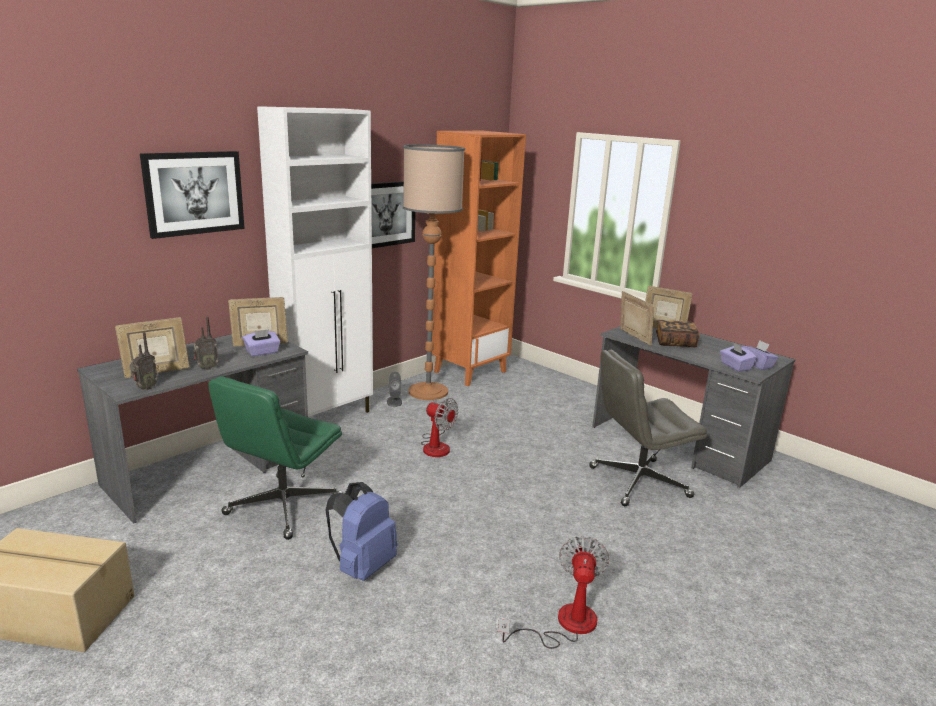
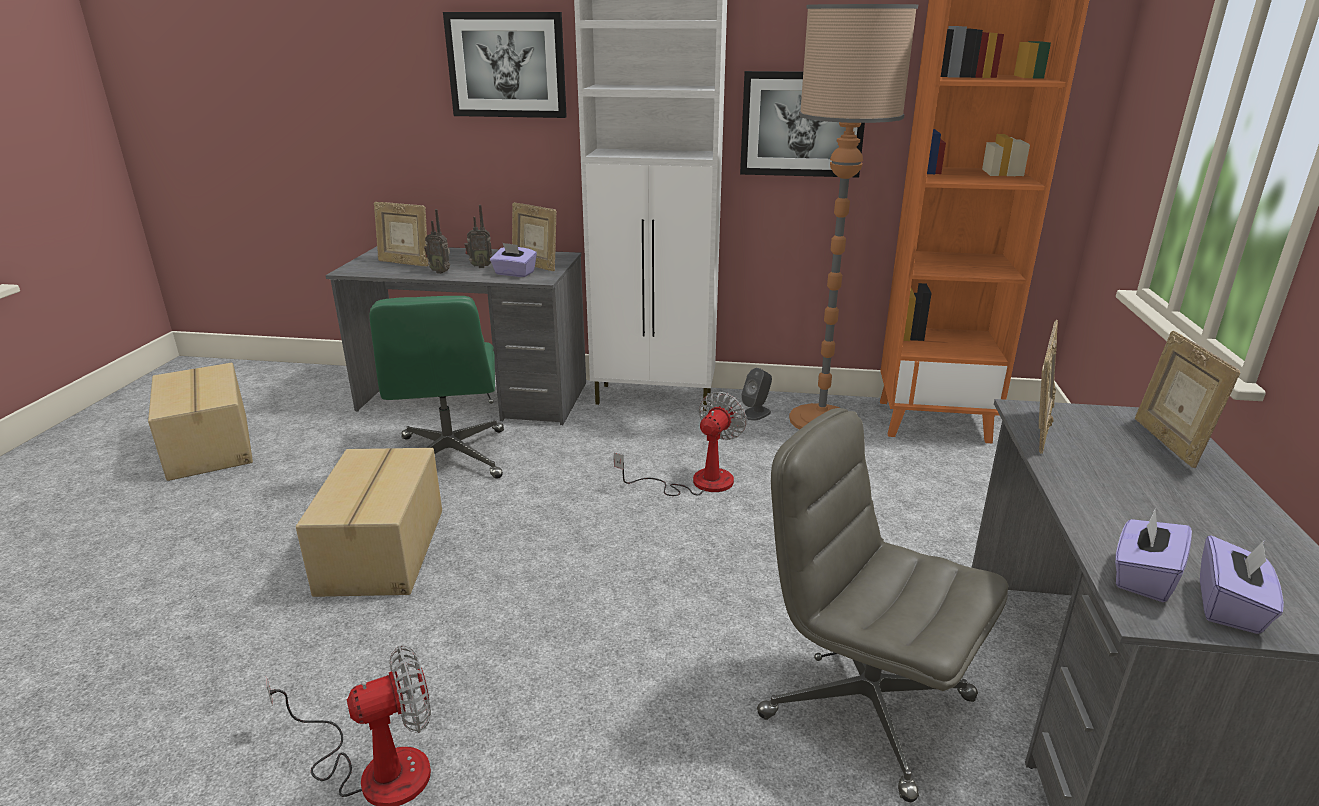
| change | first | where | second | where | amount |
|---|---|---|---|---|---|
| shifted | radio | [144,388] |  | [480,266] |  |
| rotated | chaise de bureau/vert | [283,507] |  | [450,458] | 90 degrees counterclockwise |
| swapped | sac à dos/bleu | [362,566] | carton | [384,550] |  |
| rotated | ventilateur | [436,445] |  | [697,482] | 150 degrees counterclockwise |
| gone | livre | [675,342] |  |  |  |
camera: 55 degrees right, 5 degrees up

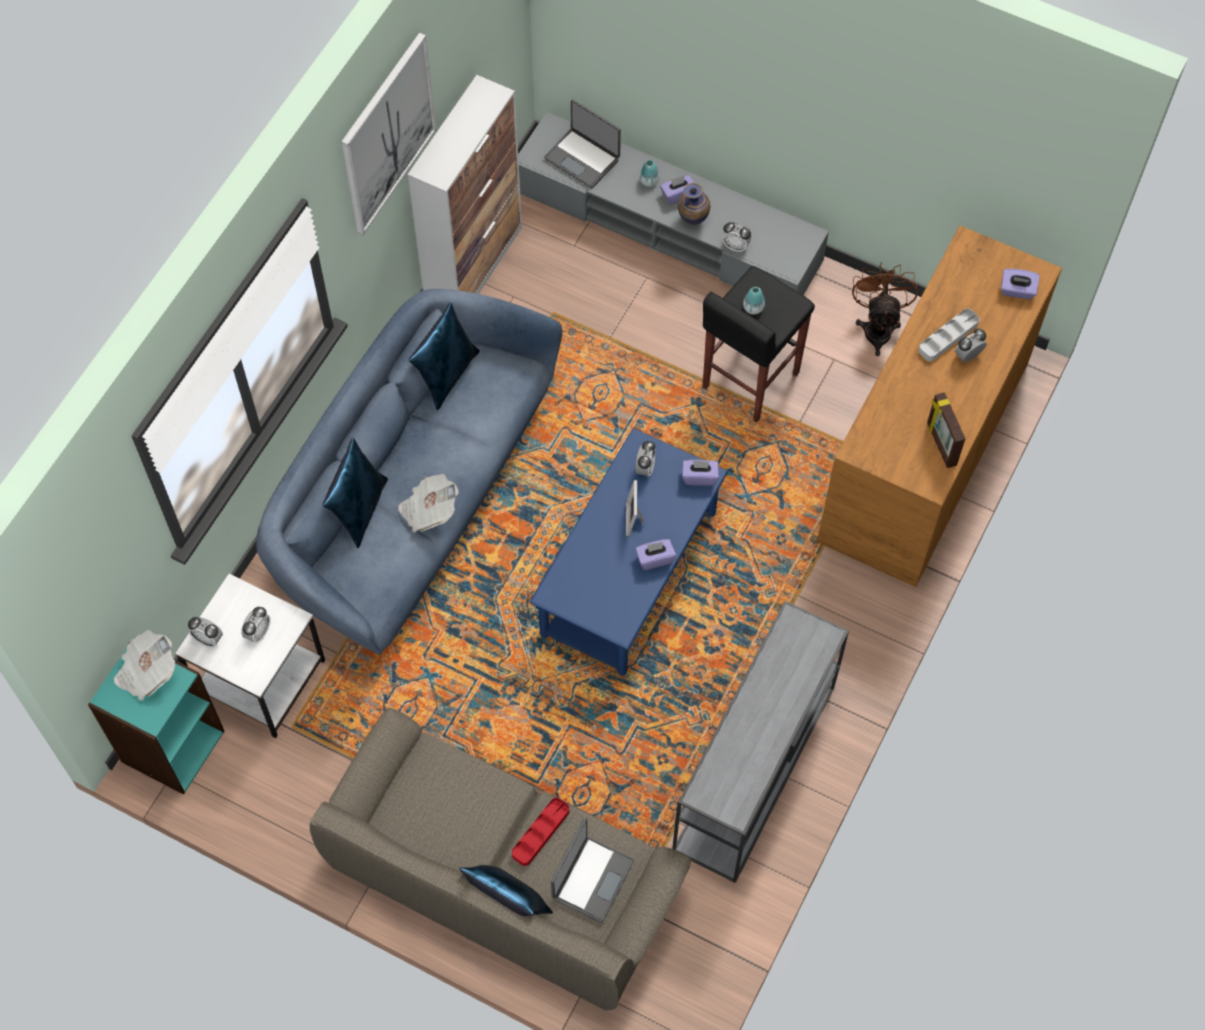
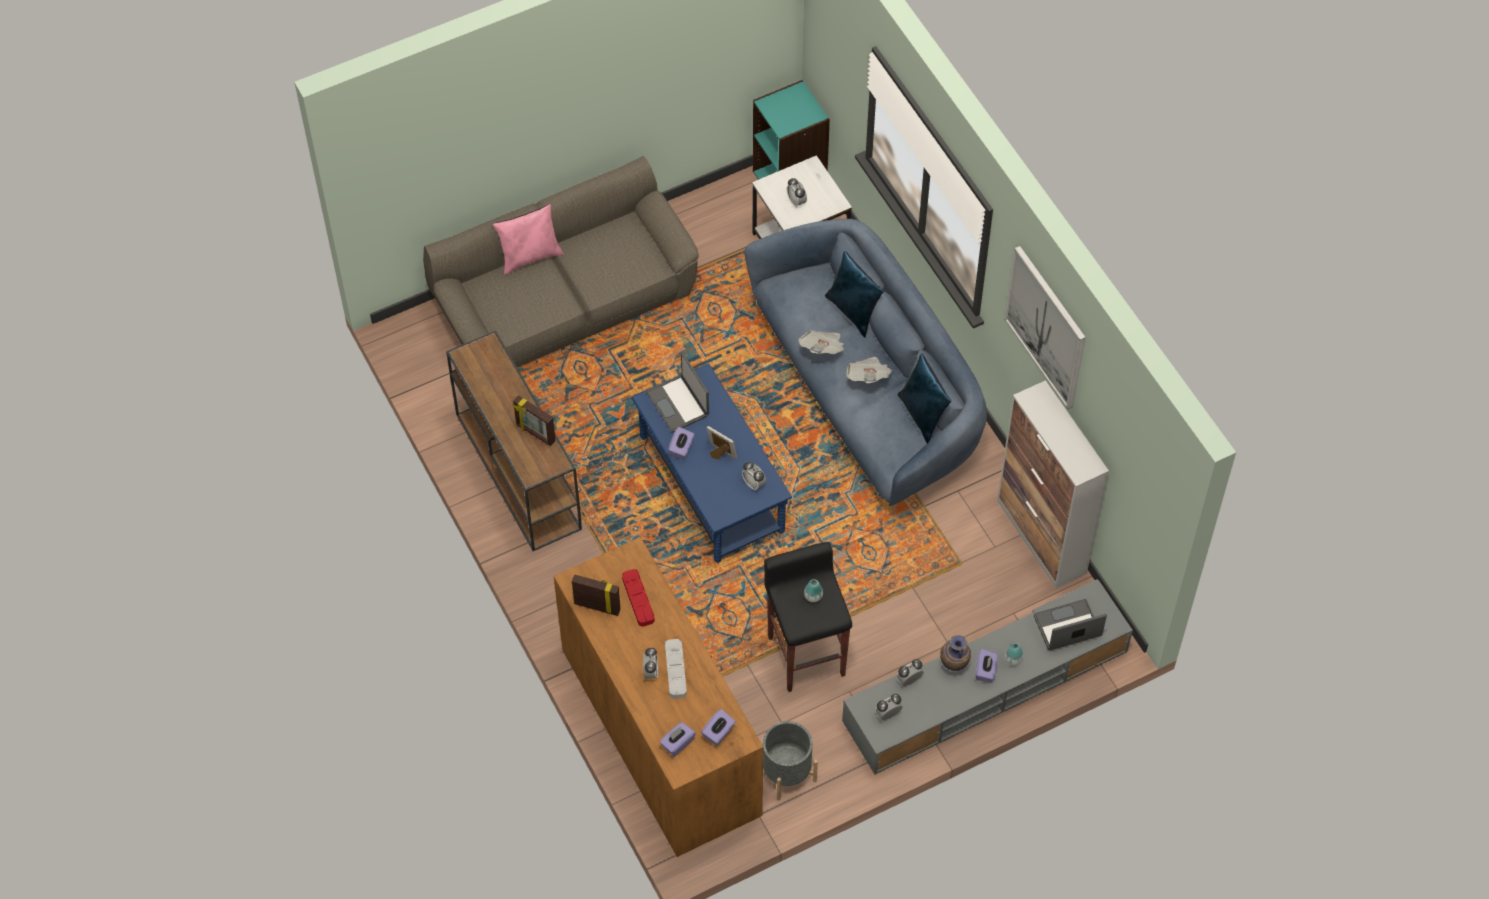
| change | first | where | second | where | amount |
|---|---|---|---|---|---|
| shifted | journal | [147,672] |  | [868,377] |  |
| shifted | réveil | [208,639] |  | [888,714] |  |
| repainted | coussin/bleu | [506,902] | coussin/rose | [530,256] |  |
| shifted | plateau/rouge | [540,833] |  | [638,599] |  |
| shifted | ordinateur portable | [591,878] |  | [679,404] |  |
| repainted | table console/gris | [754,770] | table console/marron | [517,470] |  |
| shifted | boîte à mouchoirs/violet | [699,477] |  | [718,732] |  |
| swapped | ventilateur/marron | [878,327] | cache-pot/gris | [786,772] |  |
| new |  |  | cadre photo | [535,433] |  |
camera: 125 degrees right, 5 degrees down

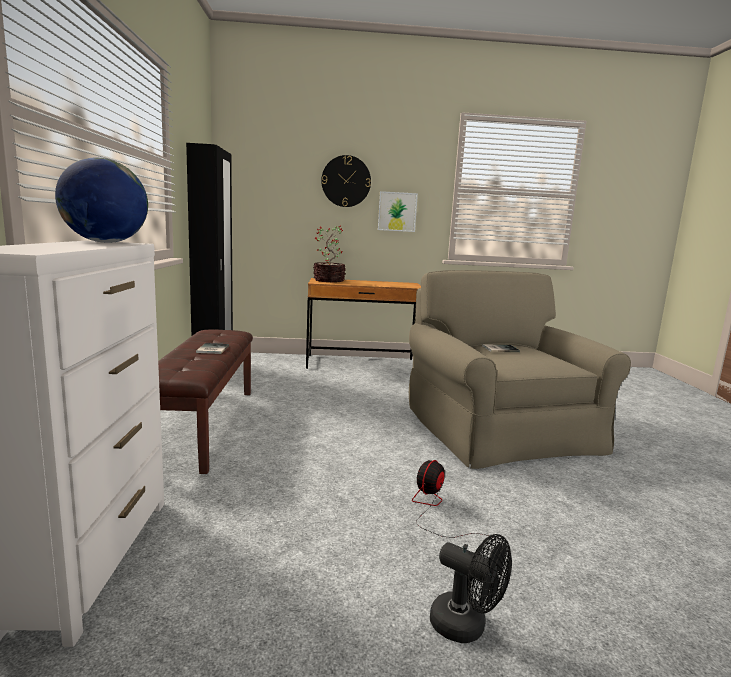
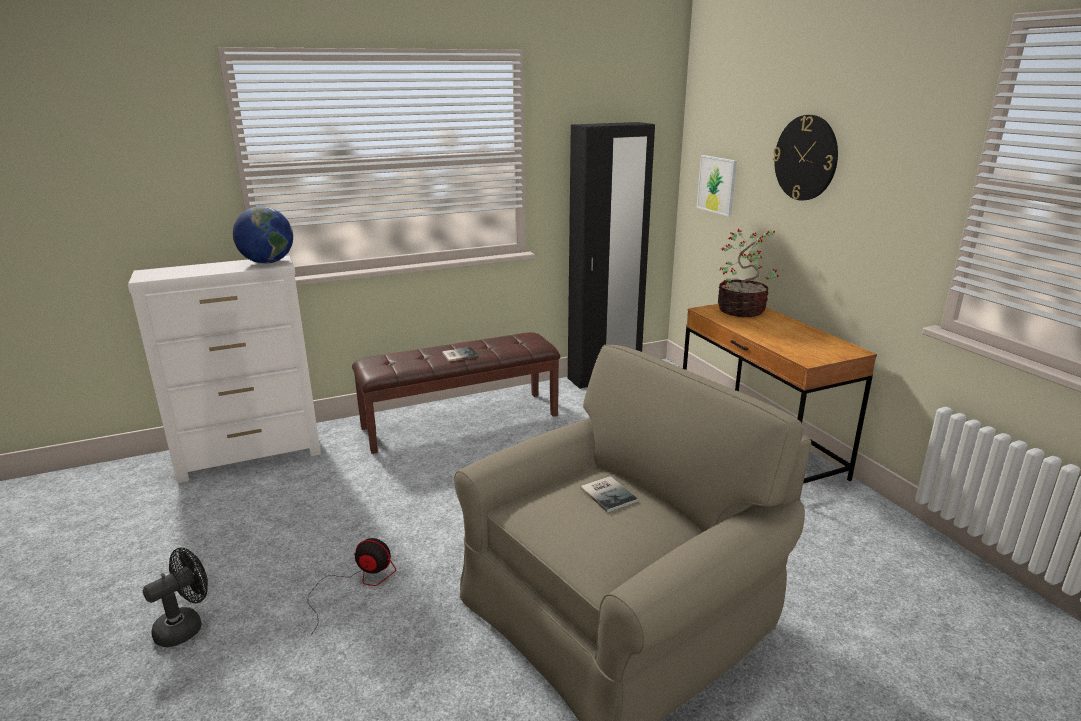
| change | first | where | second | where | amount |
|---|---|---|---|---|---|
| shifted | tableau | [397,211] |  | [717,185] |  |
| rotated | ventilateur/noir | [466,626] |  | [186,626] | 150 degrees counterclockwise |
camera: 70 degrees right, 10 degrees up

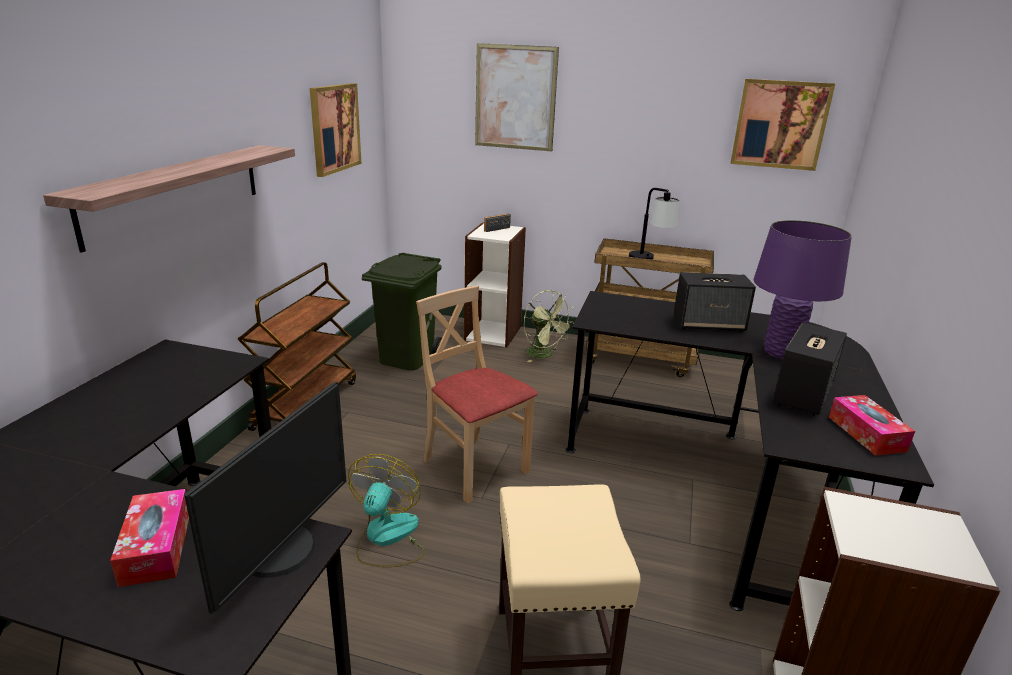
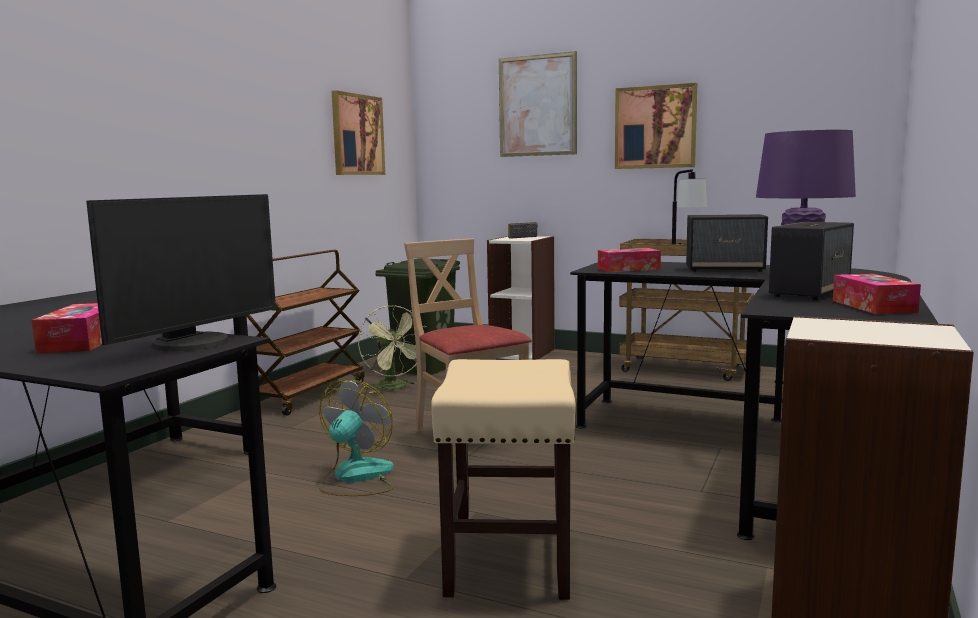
| change | first | where | second | where | amount |
|---|---|---|---|---|---|
| gone | étagère | [176,192] |  |  |  |
| shifted | ventilateur/vert | [544,355] |  | [395,388] |  |
| shifted | tableau | [780,124] |  | [655,127] |  |
| new |  |  | boîte à mouchoirs | [628,269] |  |
camera: 10 degrees right, 15 degrees down

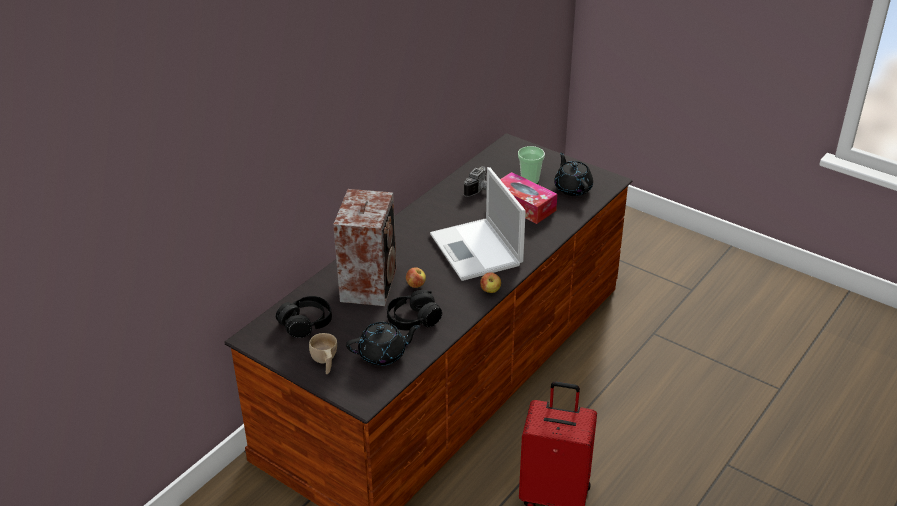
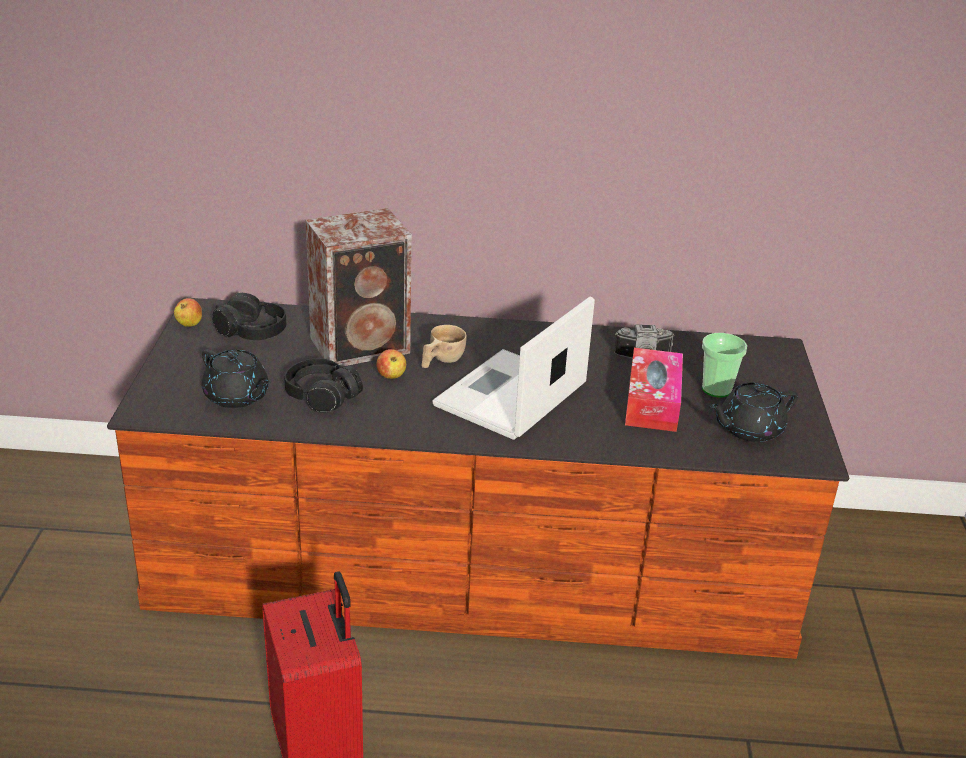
| change | first | where | second | where | amount |
|---|---|---|---|---|---|
| shifted | tasse/beige | [325,362] |  | [441,361] |  |
| shifted | pomme | [490,290] |  | [189,324] |  |
| rotated | théière/noir | [572,188] |  | [749,429] | 150 degrees counterclockwise |
camera: 55 degrees right, 5 degrees down

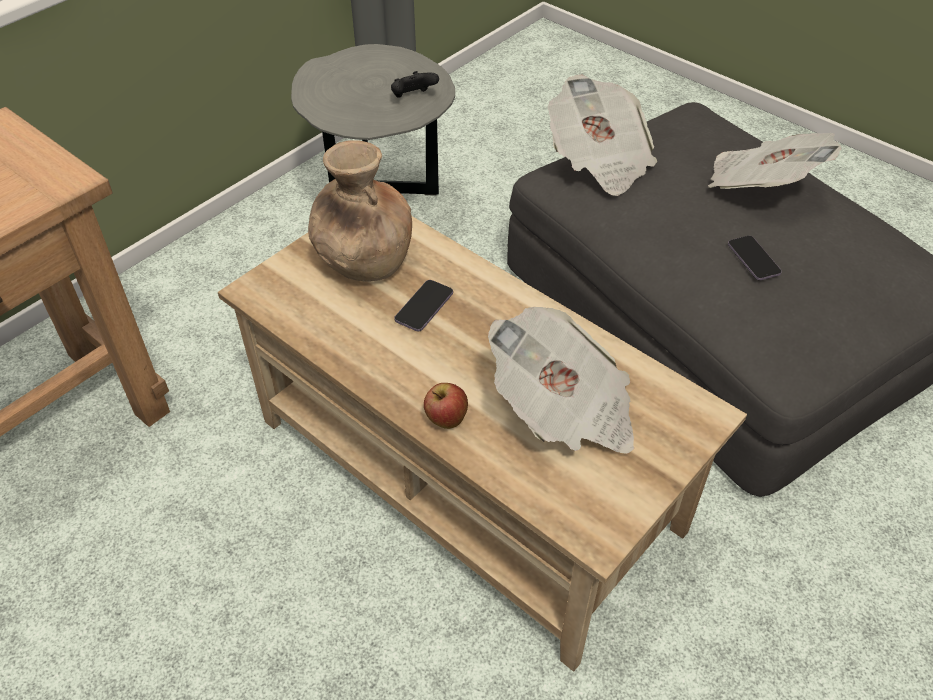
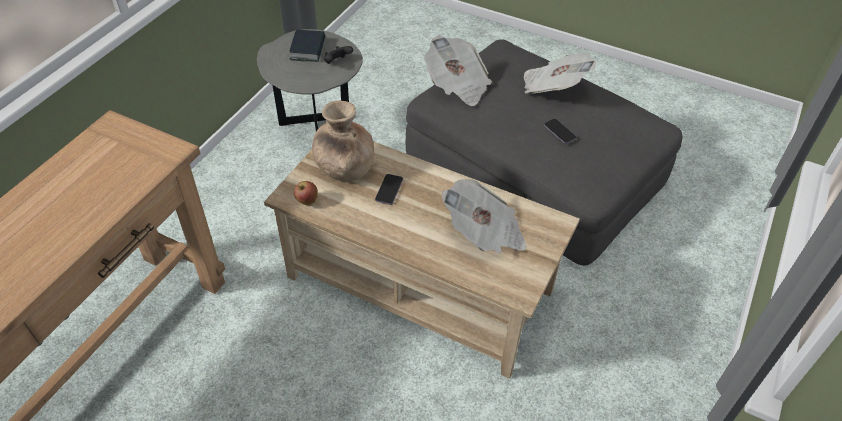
| change | first | where | second | where | amount |
|---|---|---|---|---|---|
| shifted | pomme | [446,420] |  | [307,201] |  |
| new |  |  | livre | [308,49] |  |
camera: 15 degrees left, 0 degrees up

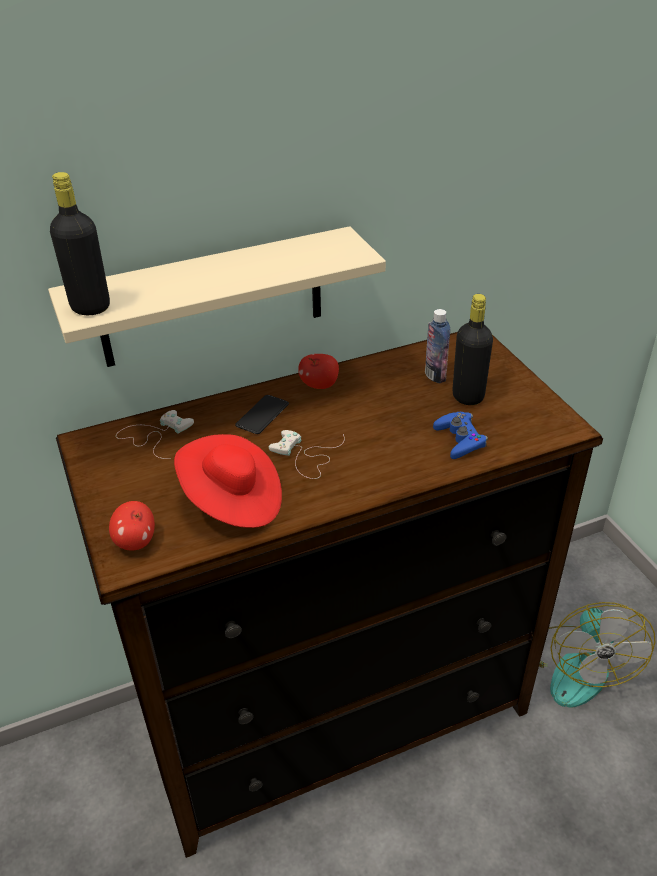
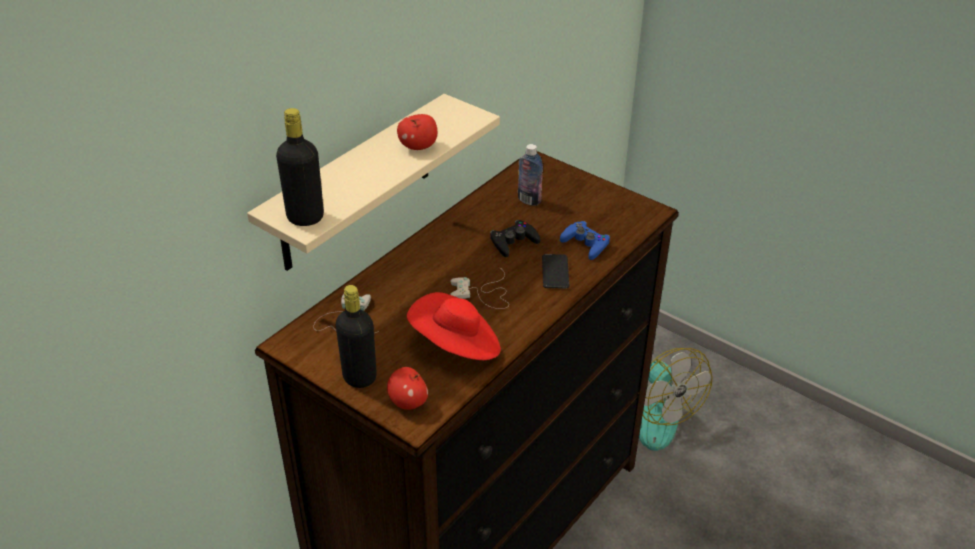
| change | first | where | second | where | amount |
|---|---|---|---|---|---|
| shifted | téléphone | [262,415] |  | [555,272] |  |
| shifted | pomme | [319,385] |  | [418,146] |  |
| shifted | bouteille/noir | [468,396] |  | [359,377] |  |
| new |  |  | manette/noir | [513,242] |  |
camera: 30 degrees left, 0 degrees up

